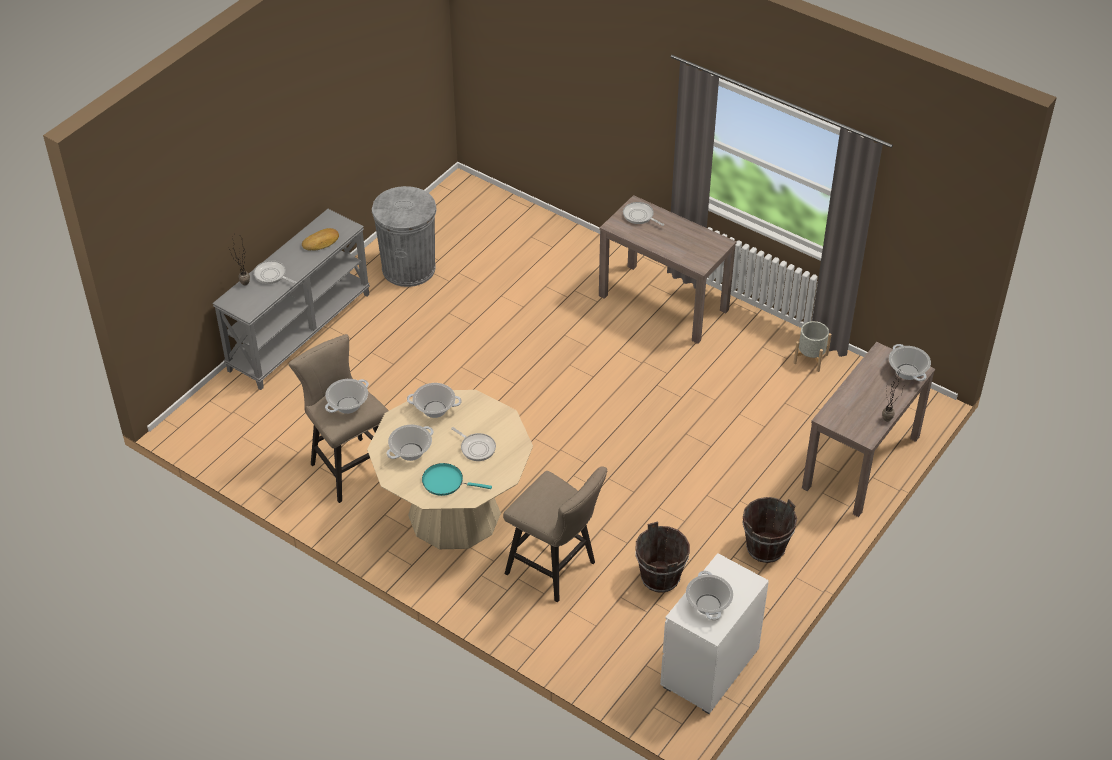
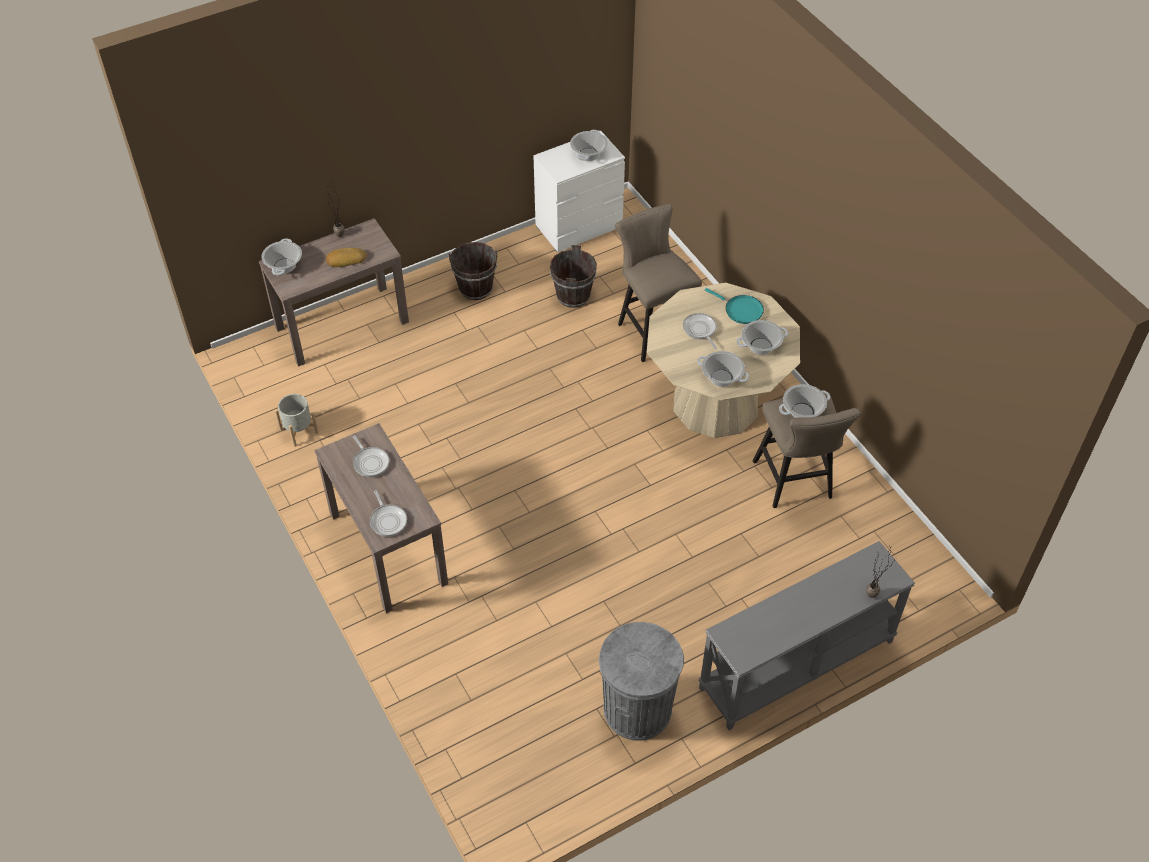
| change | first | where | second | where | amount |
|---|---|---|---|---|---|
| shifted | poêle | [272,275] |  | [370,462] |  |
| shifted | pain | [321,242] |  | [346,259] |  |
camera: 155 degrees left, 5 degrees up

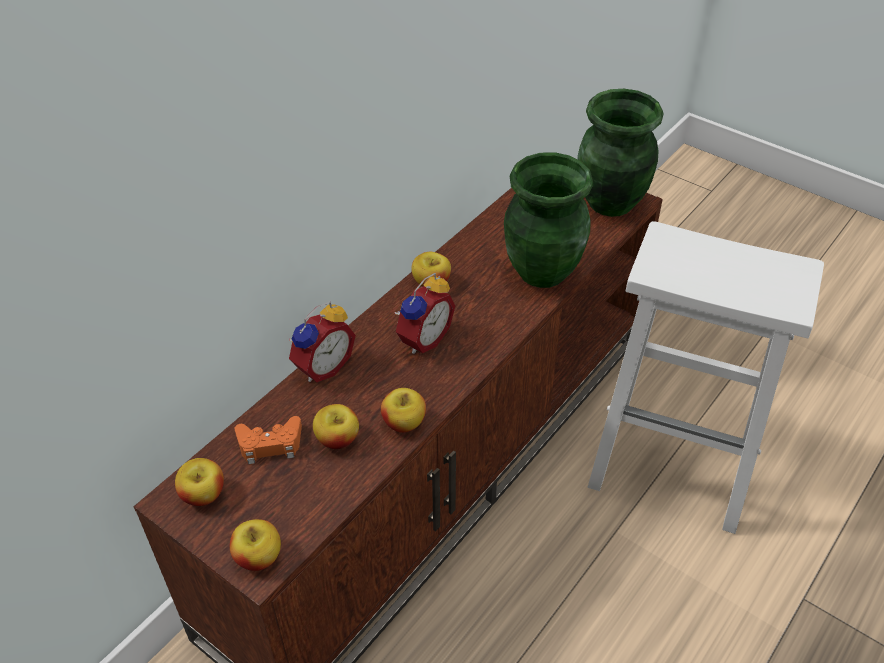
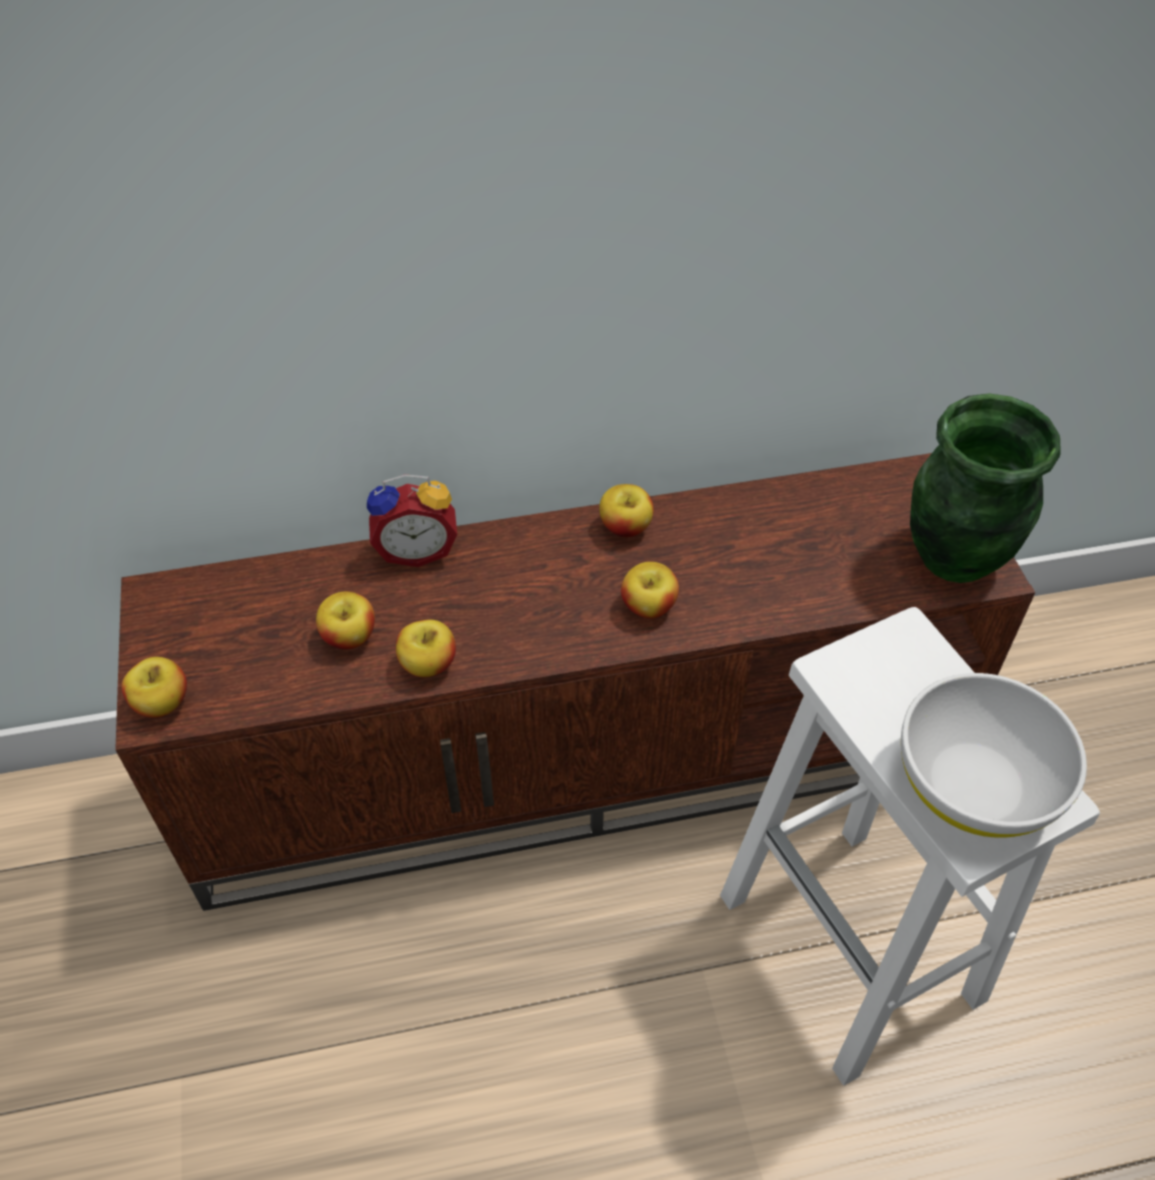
| change | first | where | second | where | amount |
|---|---|---|---|---|---|
| shifted | pomme | [203,494] |  | [648,606] |  |
| gone | manette/orange | [270,444] |  |  |  |
| gone | réveil | [422,339] |  |  |  |
| gone | vase/vert | [543,271] |  |  |  |
| new |  |  | bol/blanc | [975,784] |  |
camera: 40 degrees right, 5 degrees up

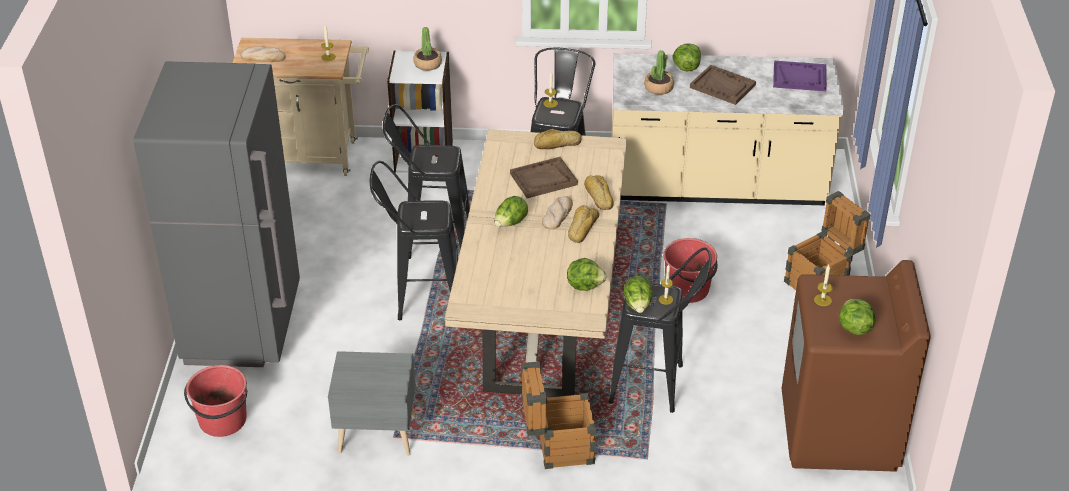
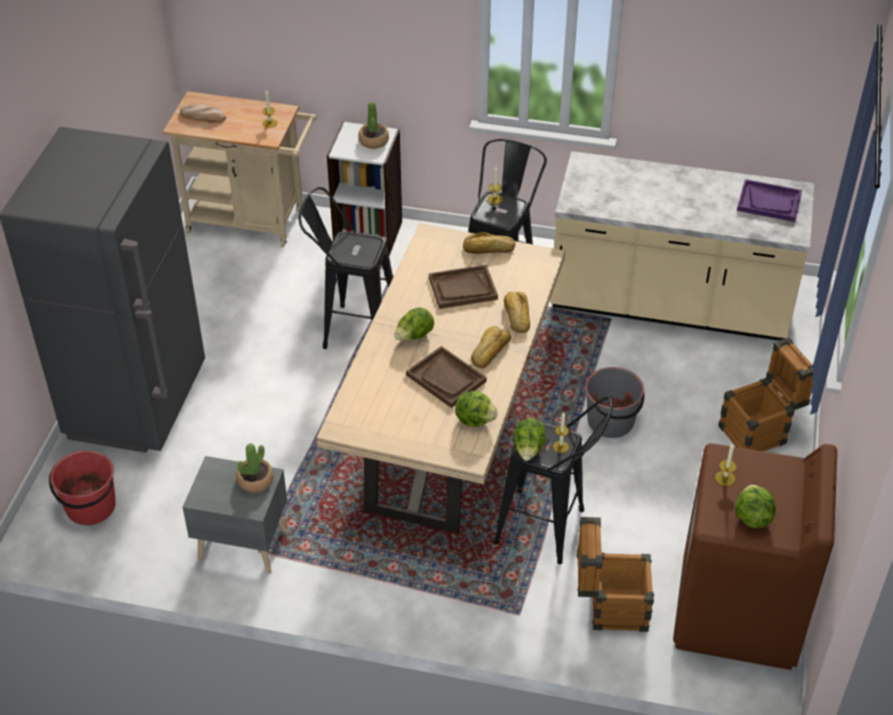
| change | first | where | second | where | amount |
|---|---|---|---|---|---|
| gone | tabouret/noir | [420,298] |  |  |  |
| shifted | caisse | [557,448] |  | [609,607] |  |
| gone | pain | [557,214] |  |  |  |
| shifted | plante en pot | [658,88] |  | [255,480] |  |
| repainted | seau/rouge | [688,289] | seau/gris | [611,421] |  |
| gone | laitue | [686,67] |  |  |  |
| shifted | plateau/marron | [722,86] |  | [446,378] |  |
camera: 10 degrees right, 5 degrees up

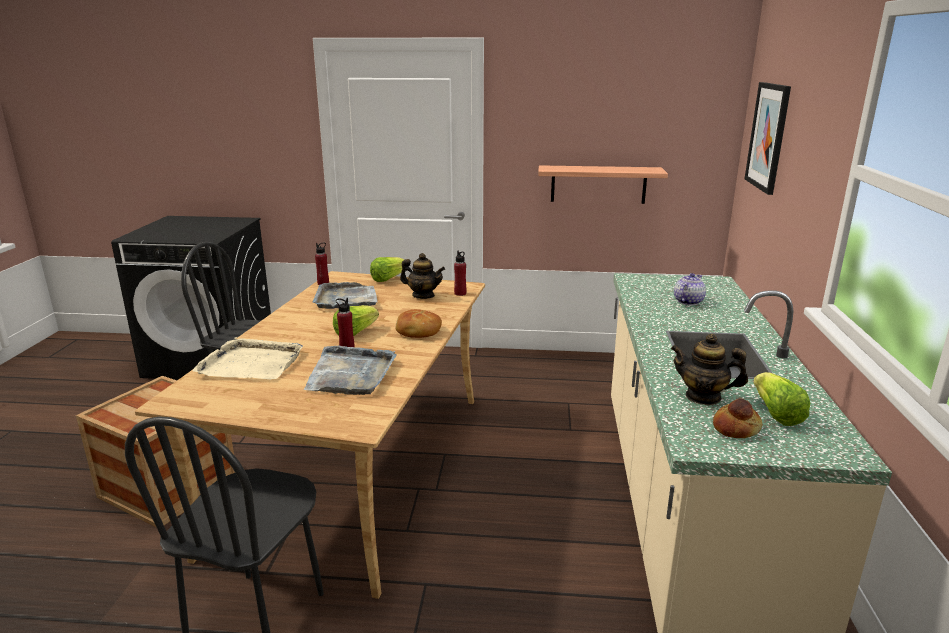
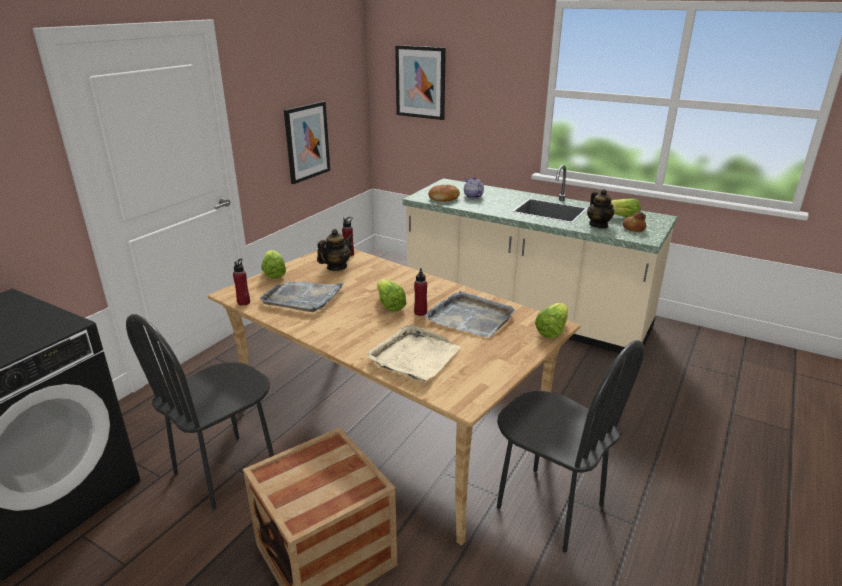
| change | first | where | second | where | amount |
|---|---|---|---|---|---|
| shifted | pain | [418,331] |  | [444,198] |  |
| swapped | étagère | [598,184] | tableau | [307,142] |  |
| rotated | théière | [703,397] |  | [598,225] | 60 degrees counterclockwise |
| new |  |  | laitue | [552,330] |  |
camera: 65 degrees left, 5 degrees up

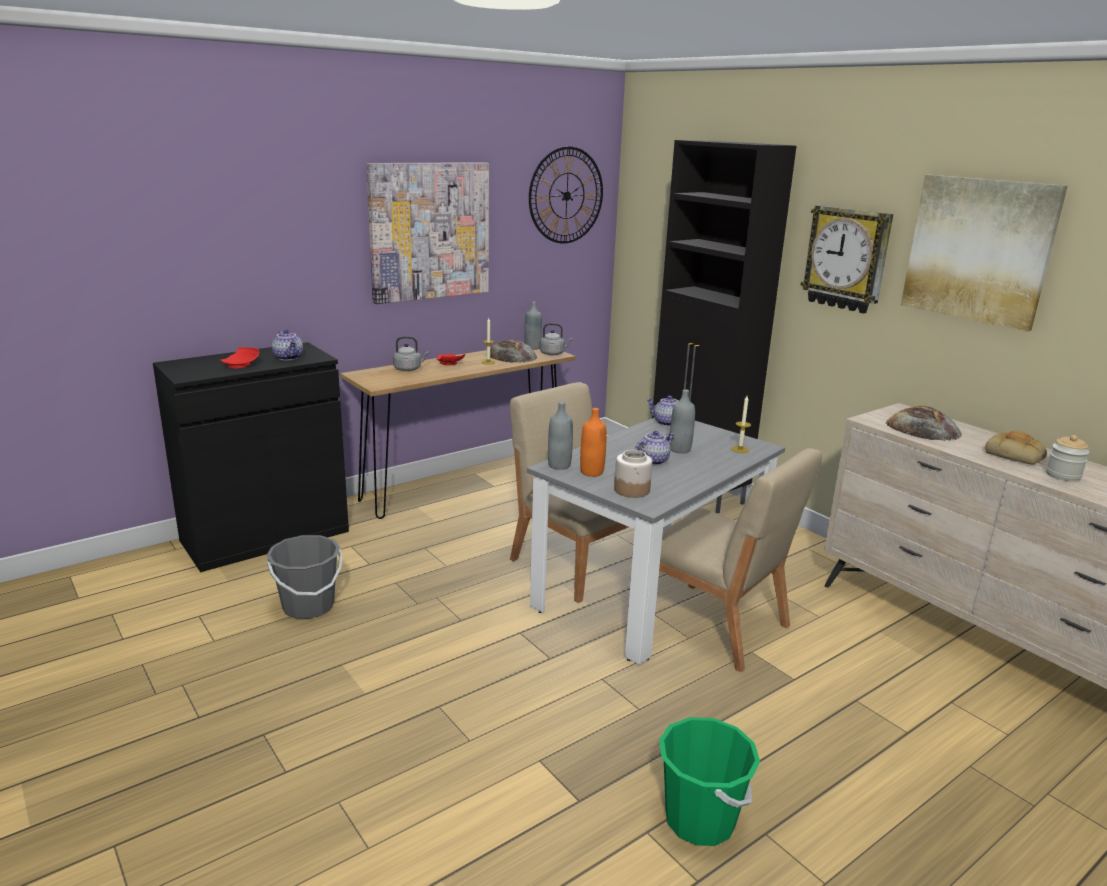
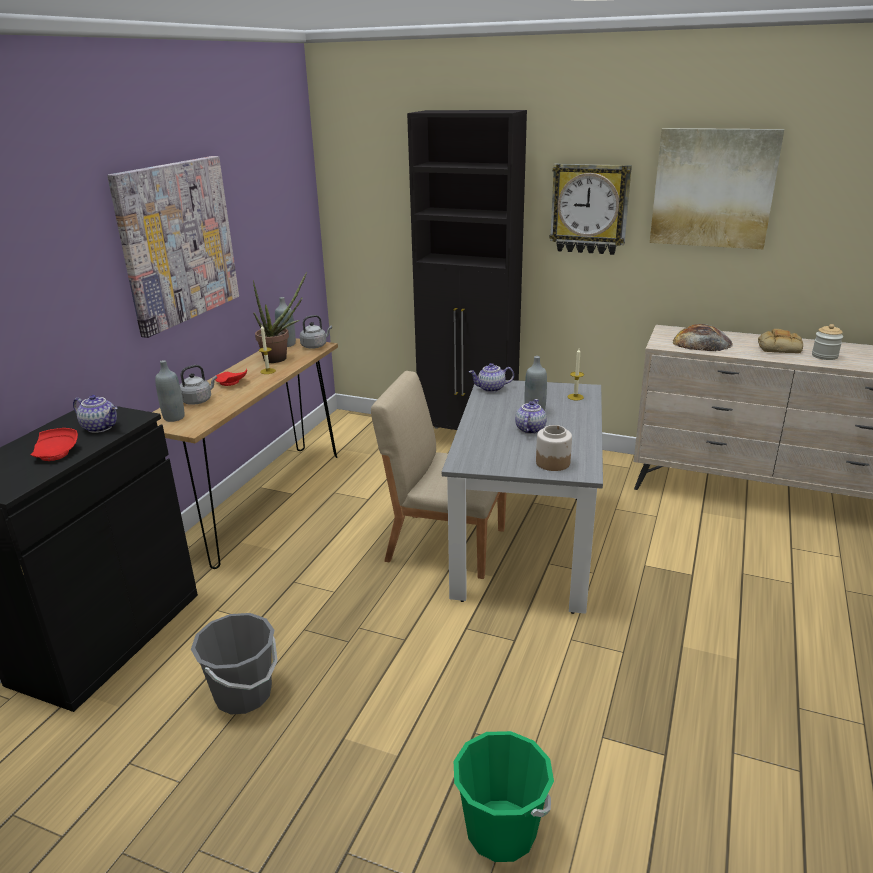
| change | first | where | second | where | amount |
|---|---|---|---|---|---|
| swapped | pain | [512,356] | plante en pot | [280,358] |  |
| gone | horloge murale | [566,195] |  |  |  |
| shifted | bouteille/gris | [559,465] |  | [174,417] |  |
| gone | bouteille/orange | [592,472] |  |  |  |
| gone | chaise/beige | [715,626] |  |  |  |
| shifted | seau/vert | [700,820] |  | [501,831] |  |
camera: 30 degrees left, 5 degrees up

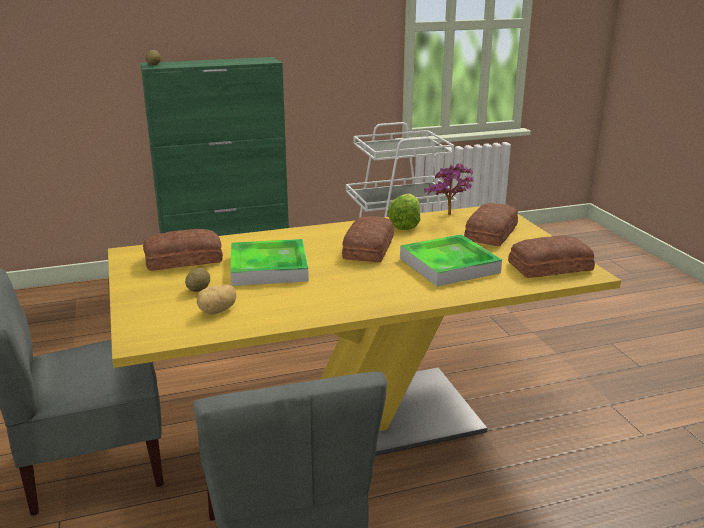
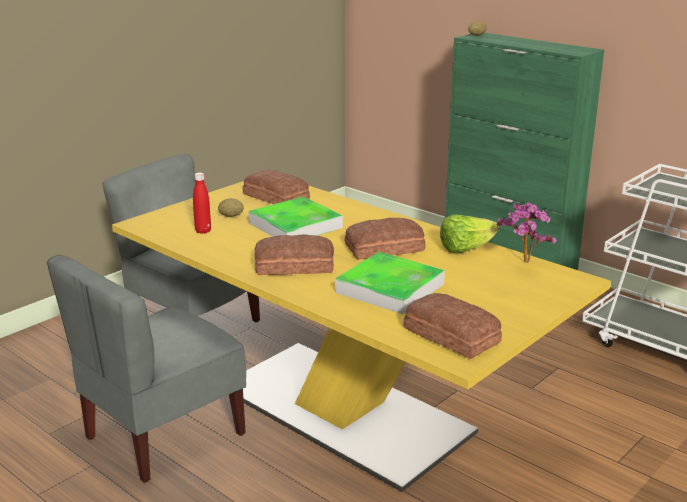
| change | first | where | second | where | amount |
|---|---|---|---|---|---|
| swapped | pomme de terre | [218,311] | bouteille/rouge | [203,231] |  |
| shifted | pain | [492,233] |  | [295,266] |  |
camera: 60 degrees right, 0 degrees up

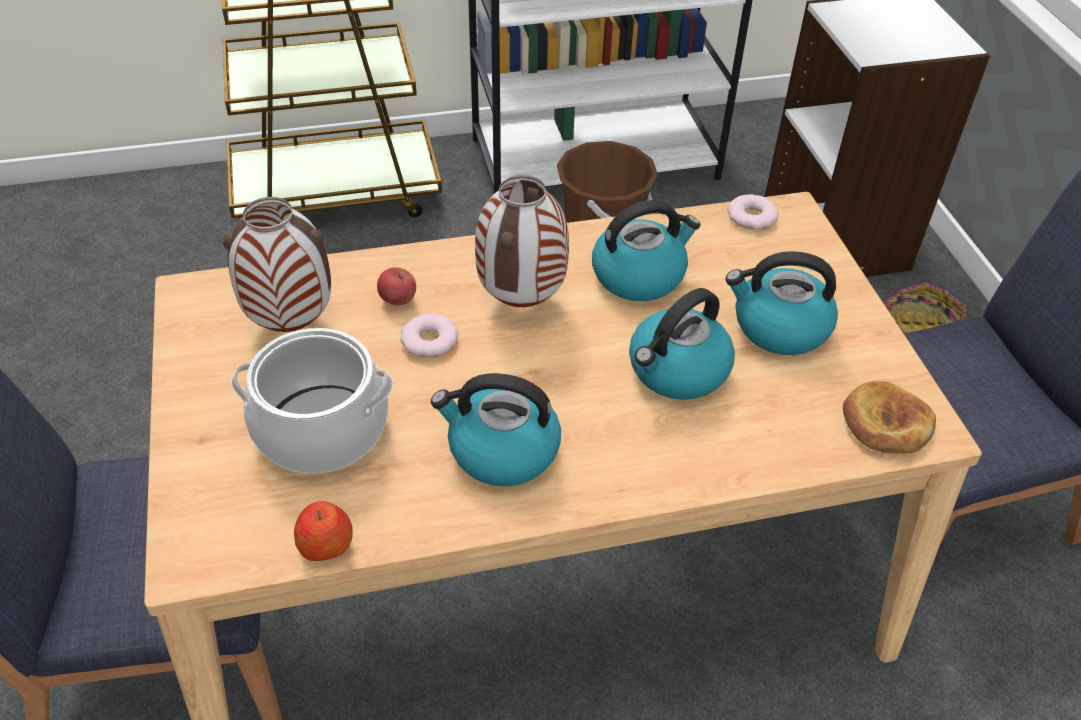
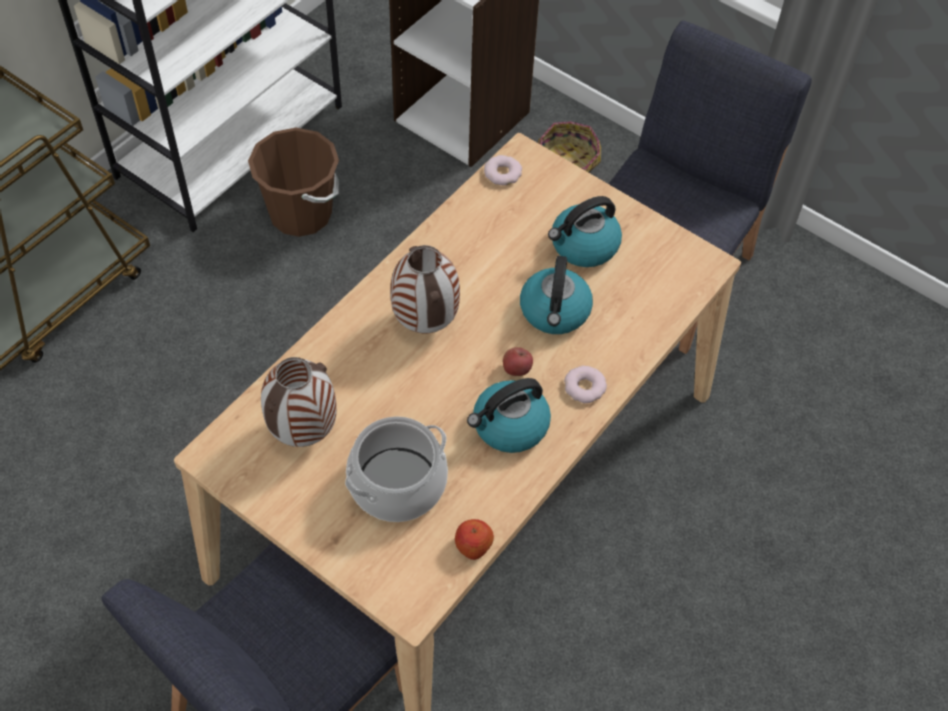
| change | first | where | second | where | amount |
|---|---|---|---|---|---|
| shifted | pomme | [398,300] |  | [516,369] |  |
| shifted | beignet | [429,341] |  | [584,387] |  |
| gone | bouilloire | [639,275] |  |  |  |
| gone | pain | [885,423] |  |  |  |
camera: 40 degrees left, 10 degrees up

